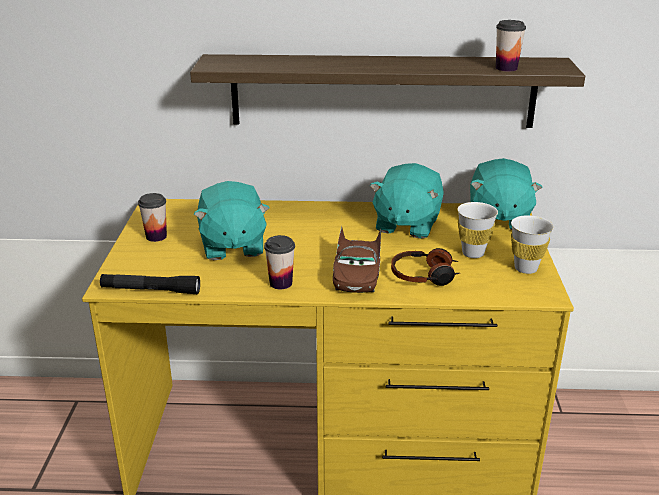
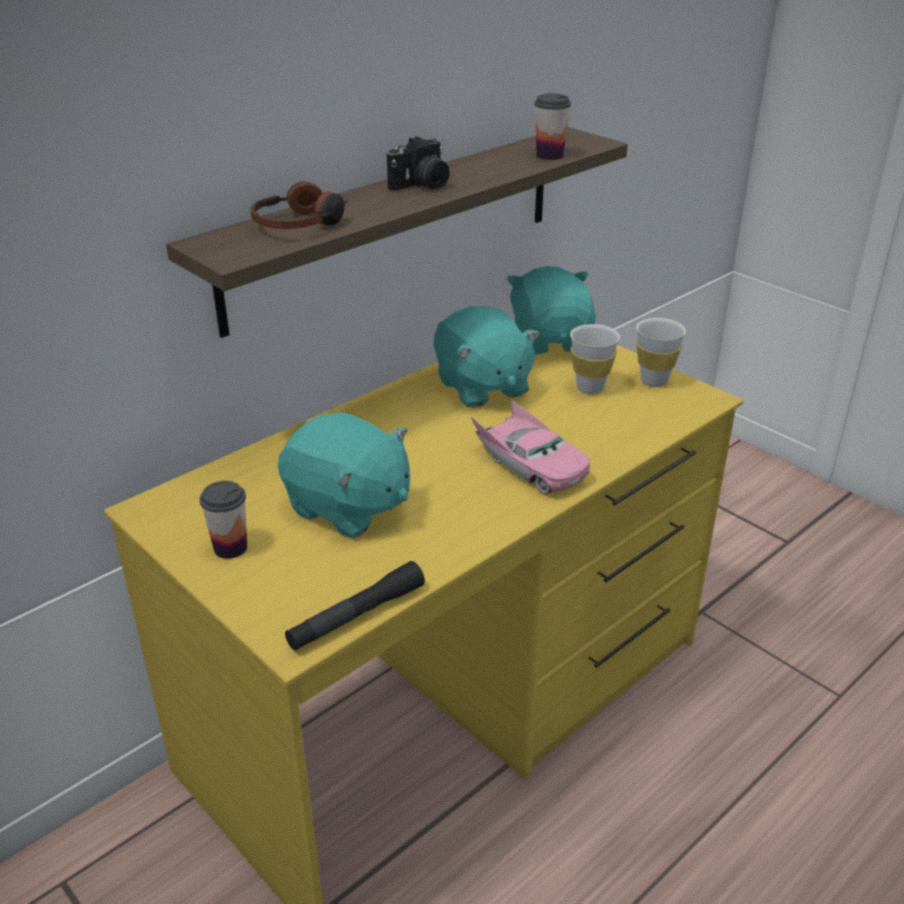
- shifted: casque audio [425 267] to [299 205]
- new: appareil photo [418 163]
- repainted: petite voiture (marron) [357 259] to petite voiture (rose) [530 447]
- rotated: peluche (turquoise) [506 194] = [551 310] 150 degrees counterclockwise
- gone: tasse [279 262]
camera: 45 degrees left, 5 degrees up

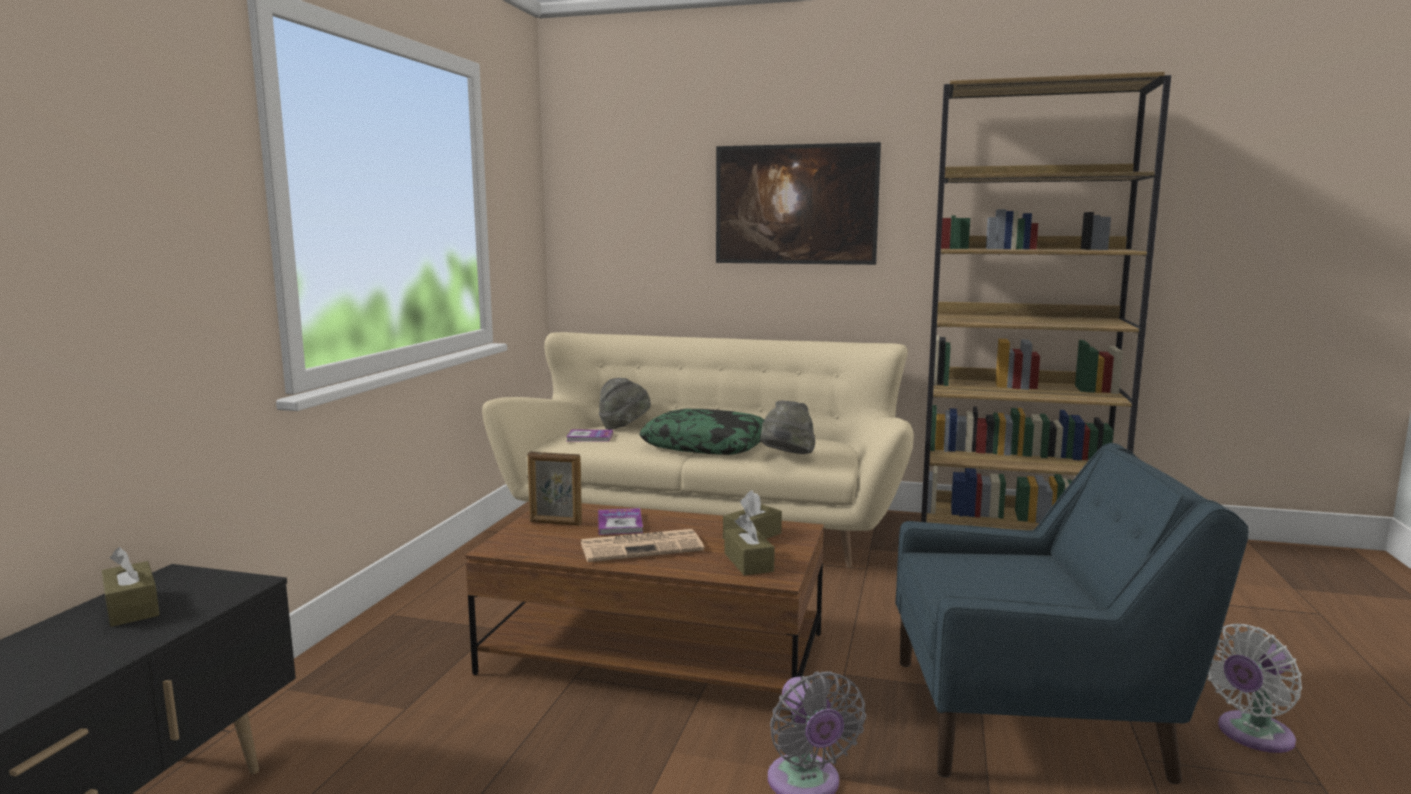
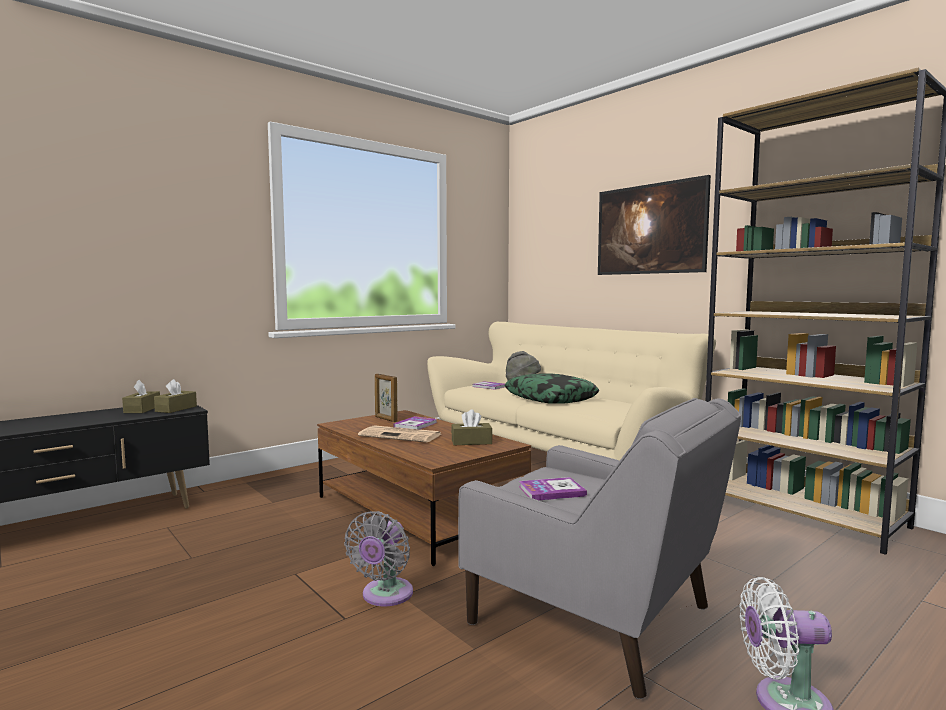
- shifted: boîte à mouchoirs (marron) [749 545] to [175 396]
- repainted: fauteuil (bleu) [1072 613] to fauteuil (gris) [599 548]
- new: livre [553 488]
- gone: chapeau (gris) [787 427]
camera: 35 degrees right, 5 degrees down

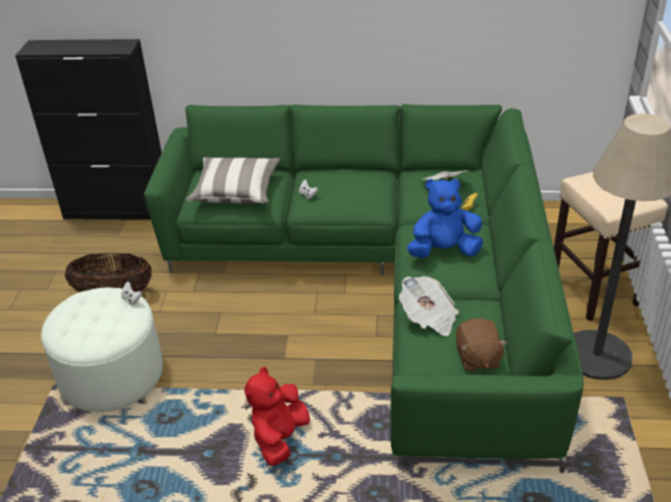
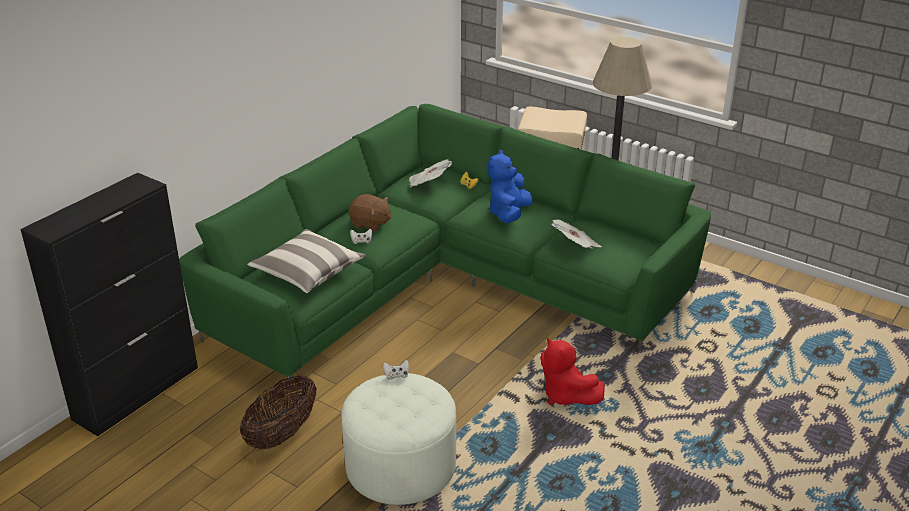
- shifted: peluche (marron) [481 344] to [370 213]
camera: 60 degrees left, 5 degrees down

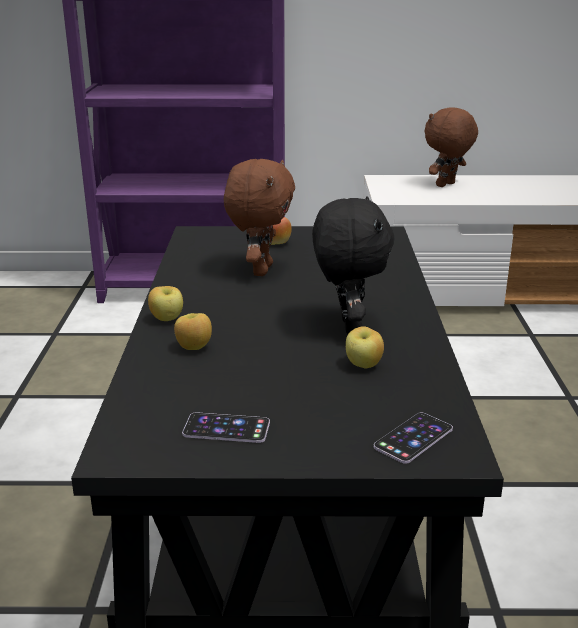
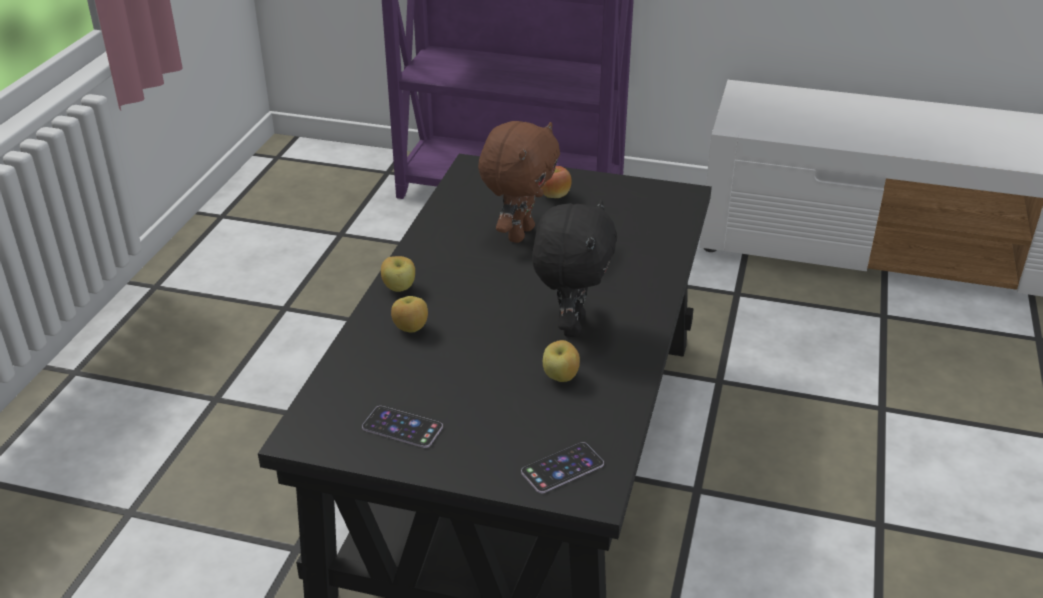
- gone: peluche (marron) [451 147]
camera: 15 degrees right, 10 degrees up

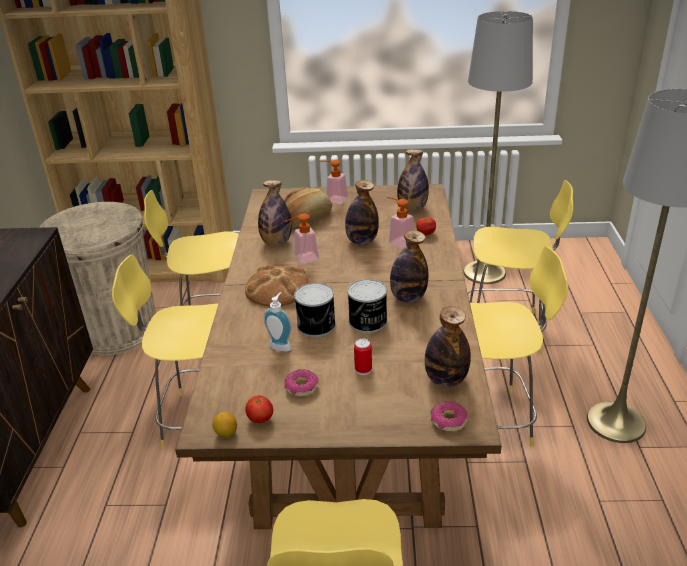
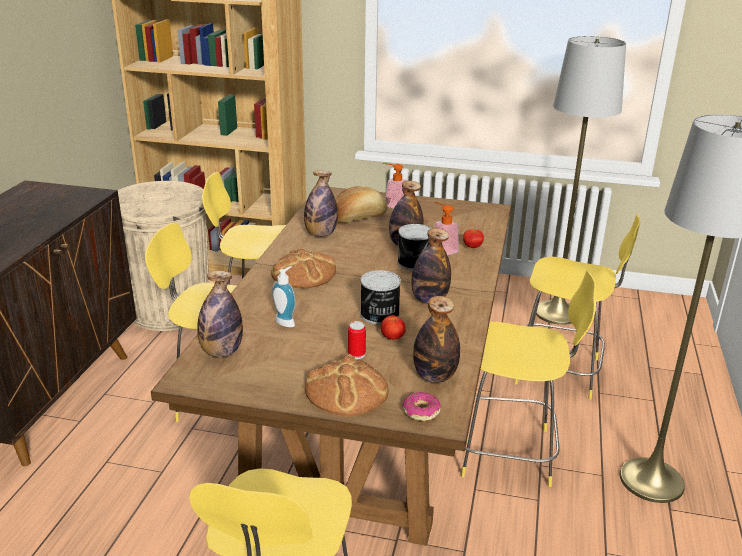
- shifted: bouteille [413 180] to [220 314]
- new: pain [347 385]
- shifted: tomate [259 409] to [393 327]
- shifted: boîte métallique [315 310] to [414 247]
- gone: citron [225 424]
- gone: distributeur de savon [301 238]
- gone: beignet [302 382]
camera: 10 degrees right, 5 degrees down

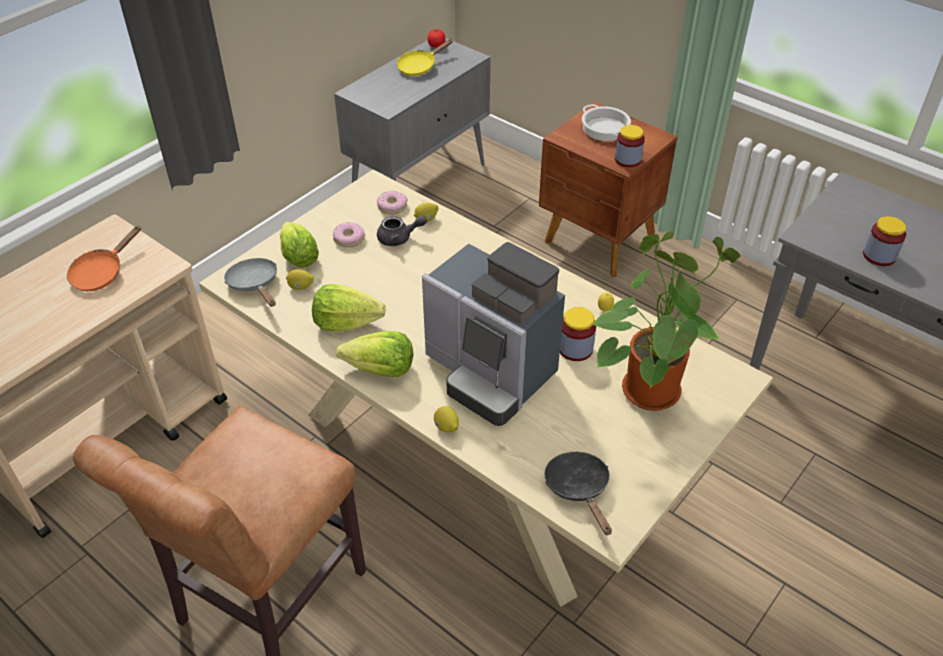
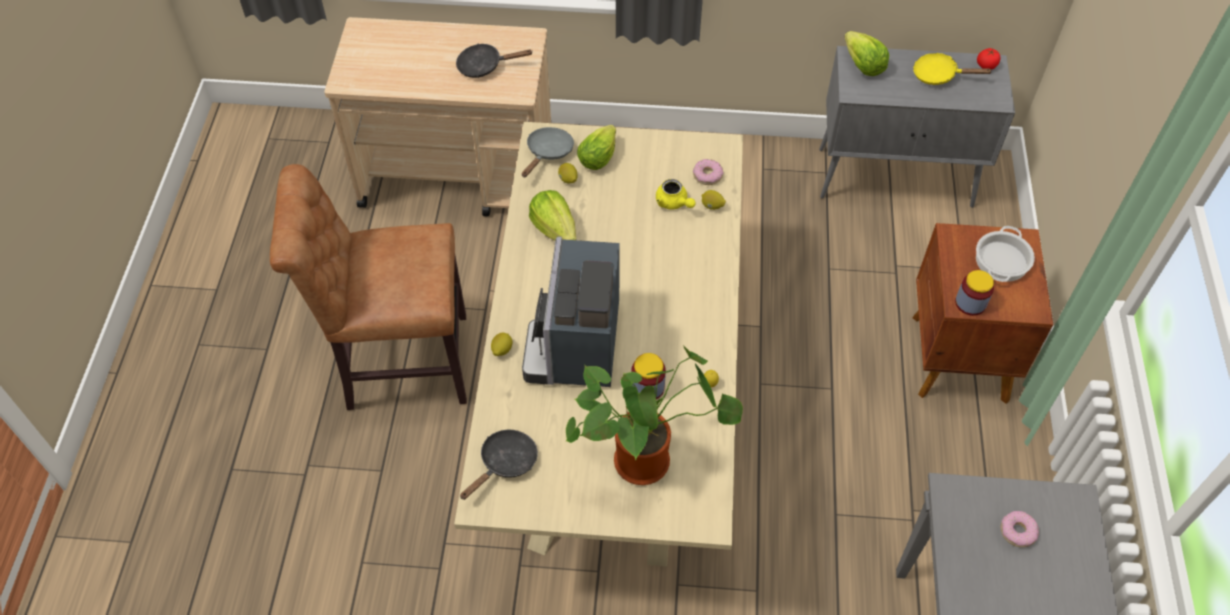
- repainted: poêle (orange) [104 258] to poêle (noir) [494 61]
- repainted: théière (gris) [402 230] to théière (jaune) [676 194]
- shifted: laitue [375 354] to [867 53]
- shifted: beignet [349 234] to [1020 529]
- gone: bocal [884 241]
camera: 55 degrees right, 10 degrees up

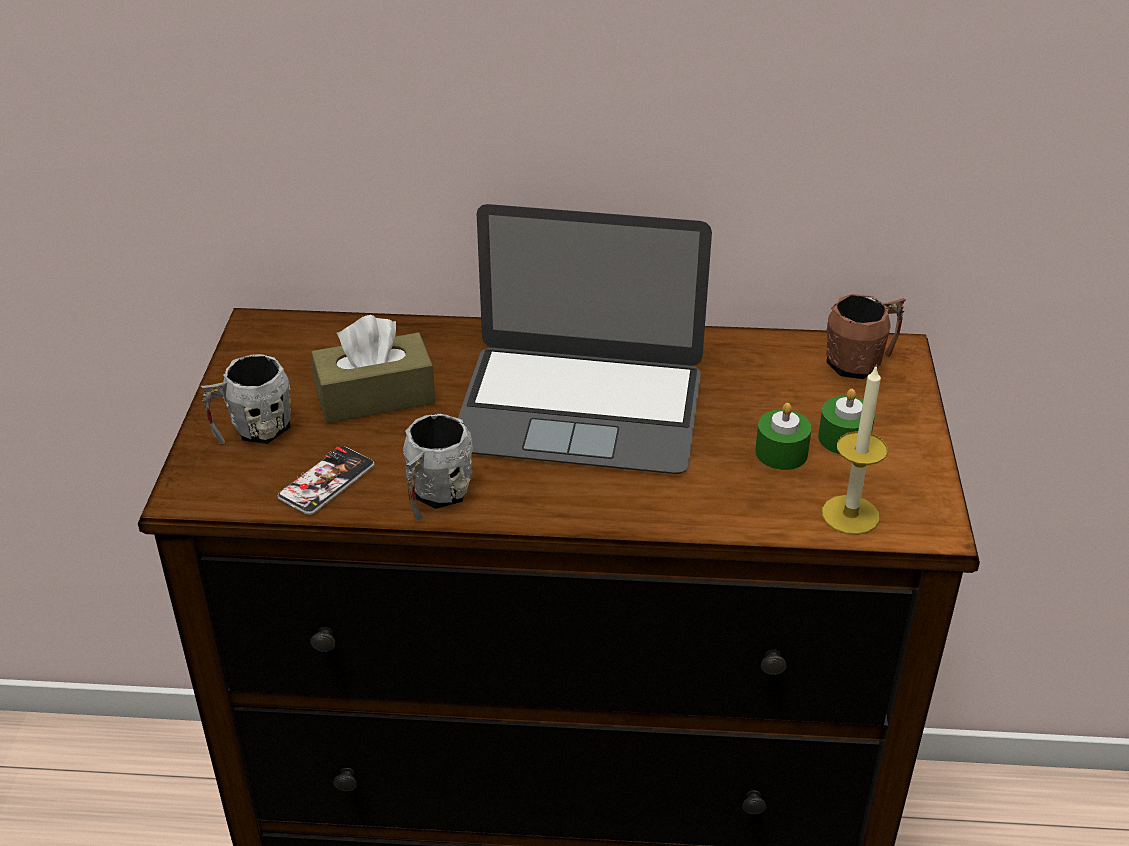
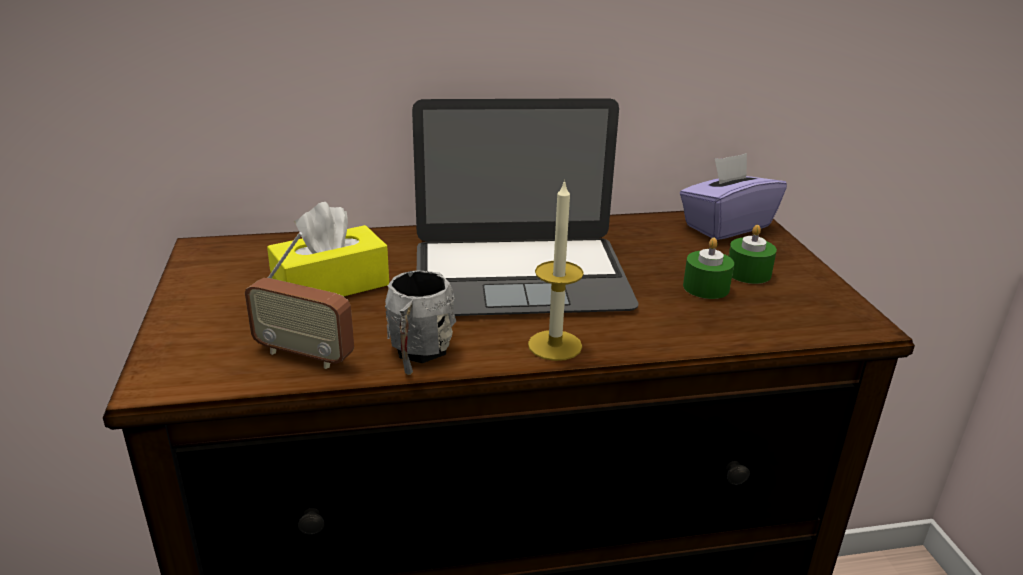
- swapped: téléphone [326 480] to radio [299 300]
- repainted: boîte à mouchoirs (marron) [373 369] to boîte à mouchoirs (jaune) [328 249]
- shifted: bougie [855 451] to [556 270]
- swapped: mug (marron) [866 336] to boîte à mouchoirs (violet) [733 196]
- gone: mug (gris) [246 399]
camera: 15 degrees left, 10 degrees down

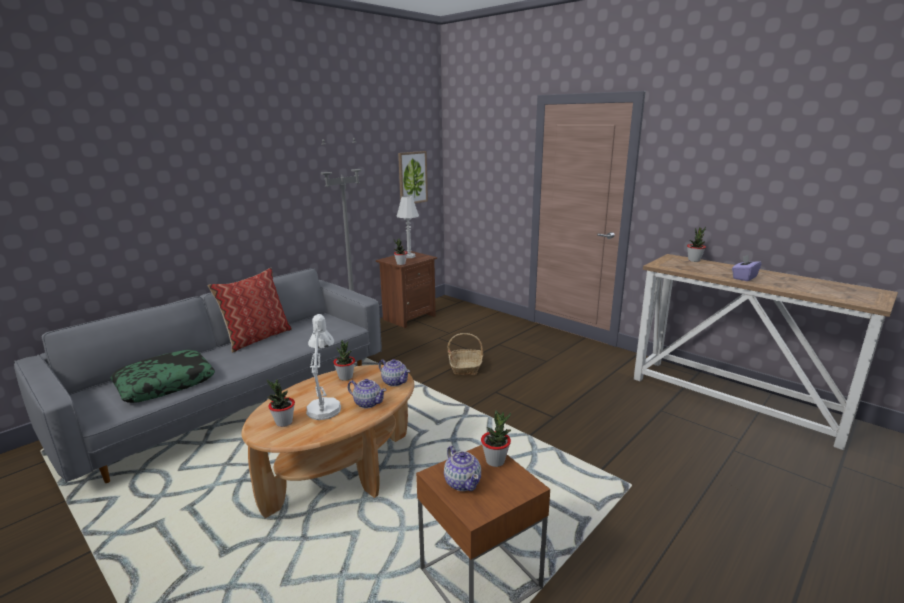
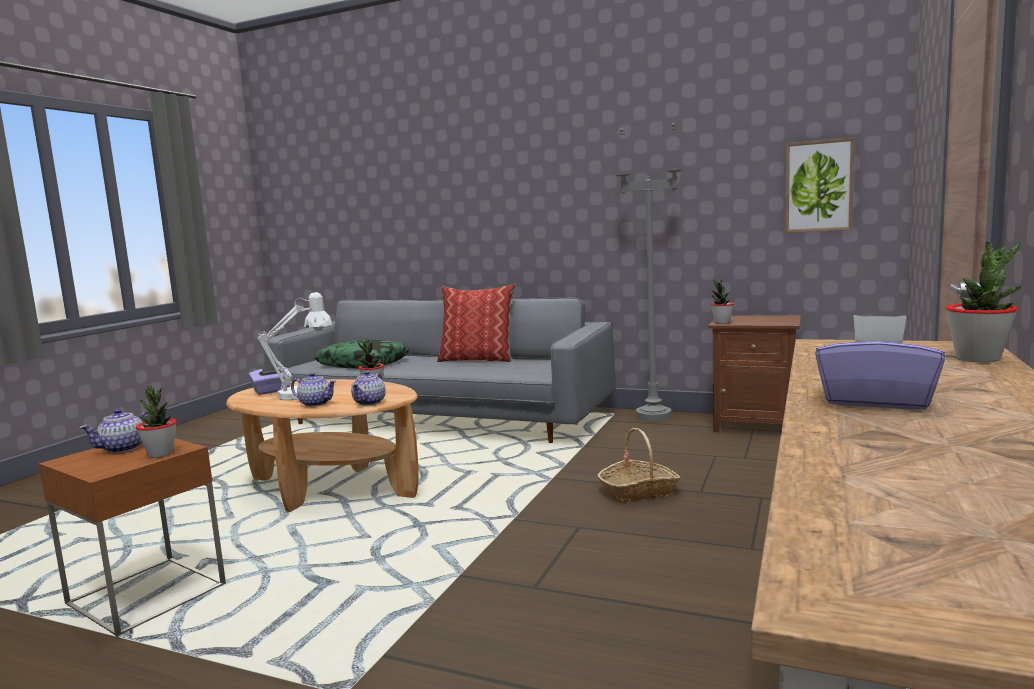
- swapped: plante en pot [281 403] to boîte à mouchoirs (violet) [270 379]
- rotated: théière [367 393] = [313 390] 75 degrees counterclockwise
- gone: lampe de table (blanc) [408 227]
camera: 70 degrees right, 10 degrees down

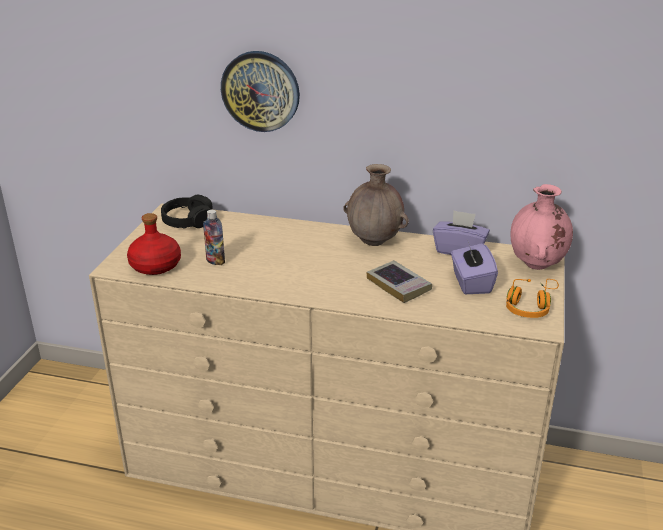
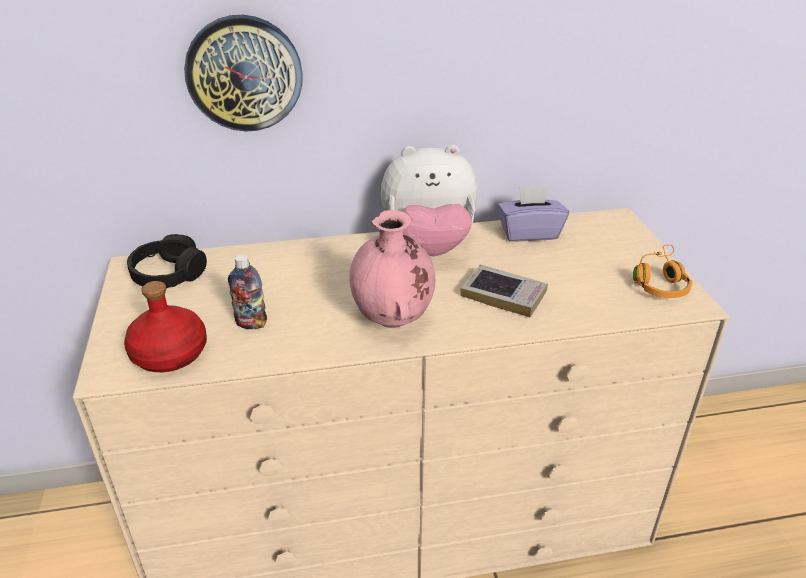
- shifted: vase (rose) [542 227] to [392 269]
- swapped: vase (marron) [376 205] to peluche [429 200]
- gone: boîte à mouchoirs (violet) [474 268]
camera: 25 degrees left, 5 degrees up

